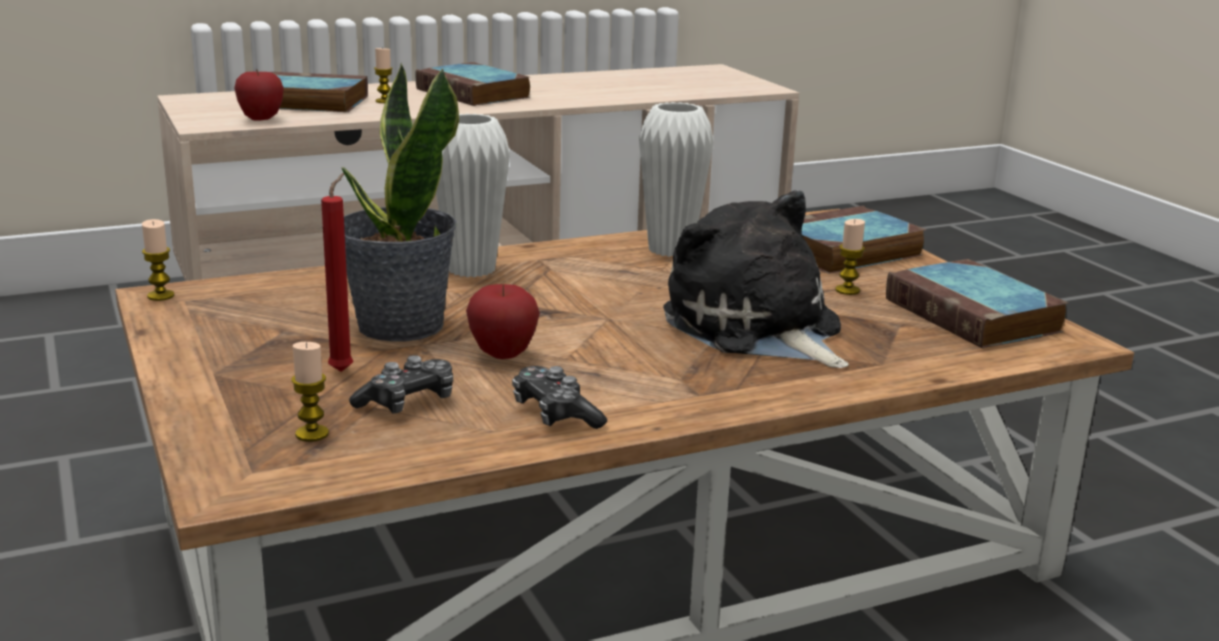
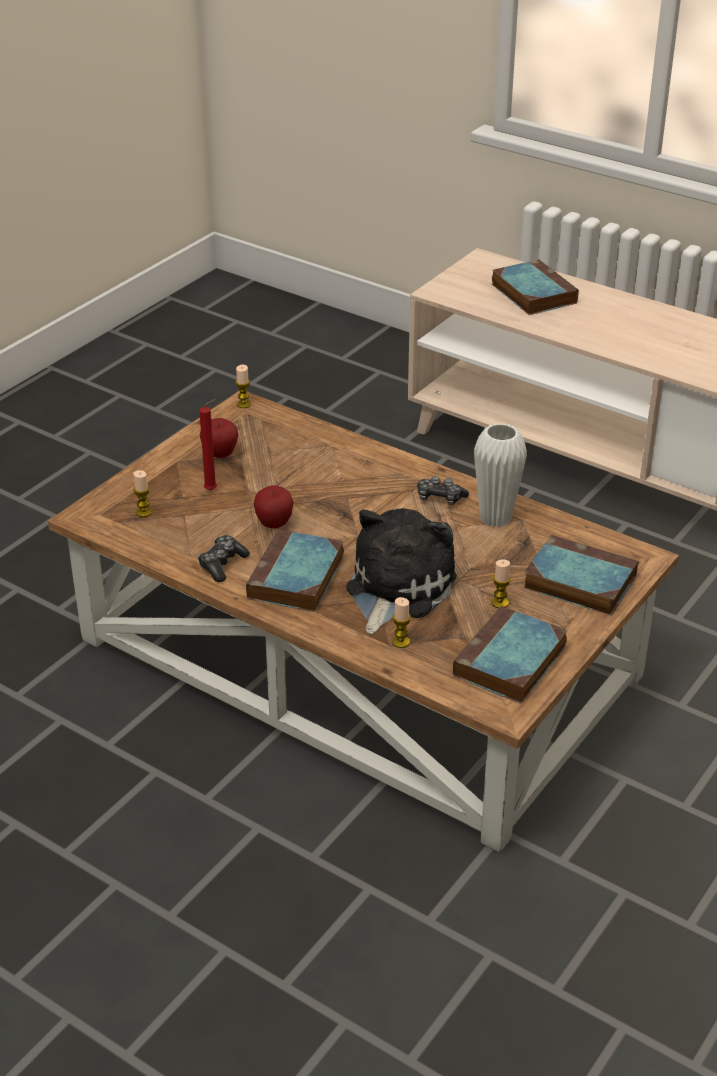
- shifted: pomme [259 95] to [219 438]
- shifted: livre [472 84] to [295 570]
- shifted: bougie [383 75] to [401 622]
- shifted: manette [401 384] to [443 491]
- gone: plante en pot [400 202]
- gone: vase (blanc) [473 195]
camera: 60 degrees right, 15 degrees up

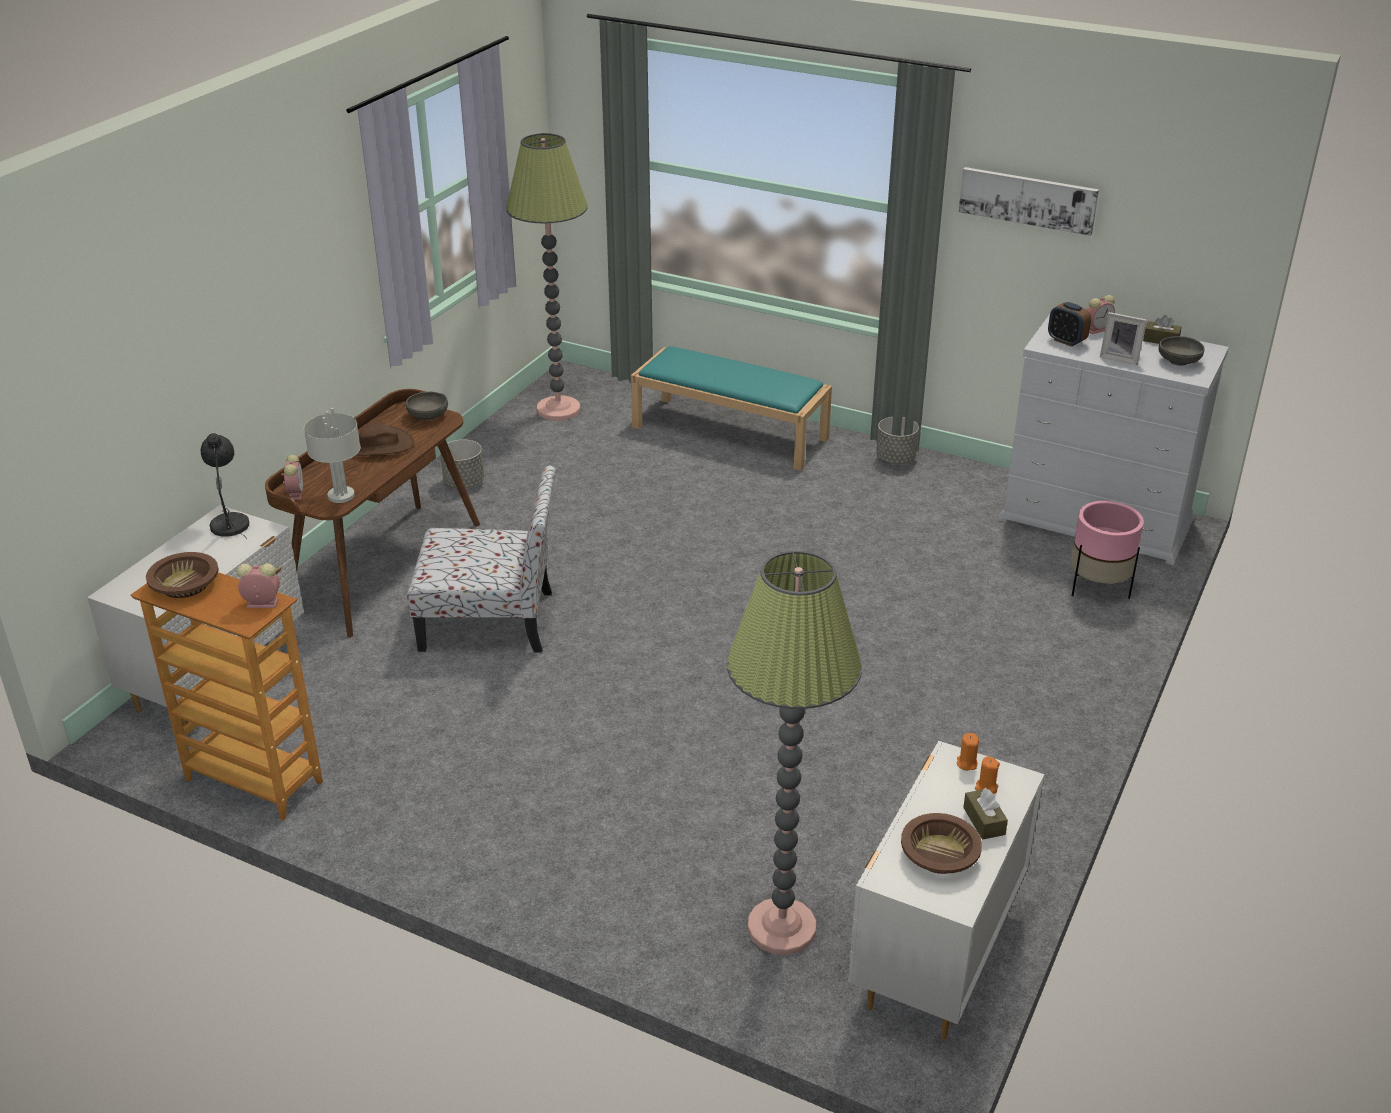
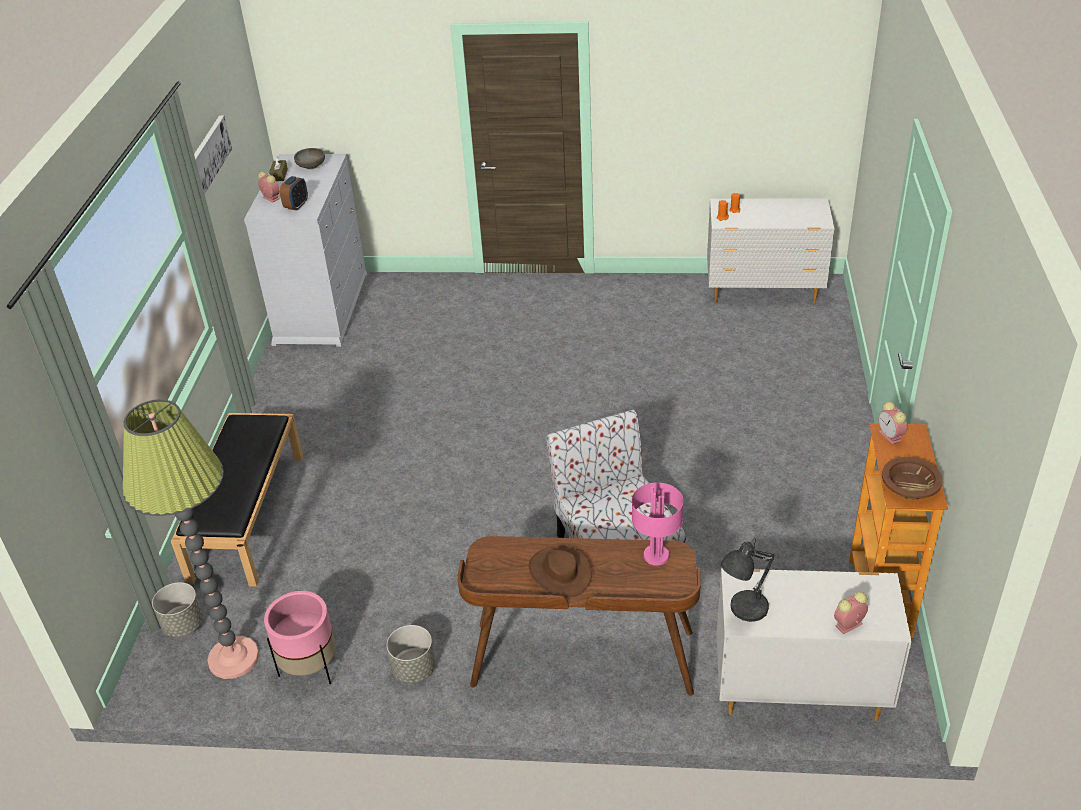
- shifted: cache-pot (gris) [897 440] to [177 609]
- repainted: banc (turquoise) [731 408] to banc (noir) [237 500]
- shifted: cache-pot (rose) [1107 550] to [300 638]
- repainted: lampe de table (gris) [332 455] to lampe de table (rose) [657 524]
- shifted: réveil [292 477] to [851 613]
- gone: bol (gris) [427 406]
- gone: lampadaire [794 753]
- gone: bol (marron) [941 843]
- gone: boîte à mouchoirs (marron) [985 814]
- gone: cadre photo [1123 338]
camera: 110 degrees left, 5 degrees up

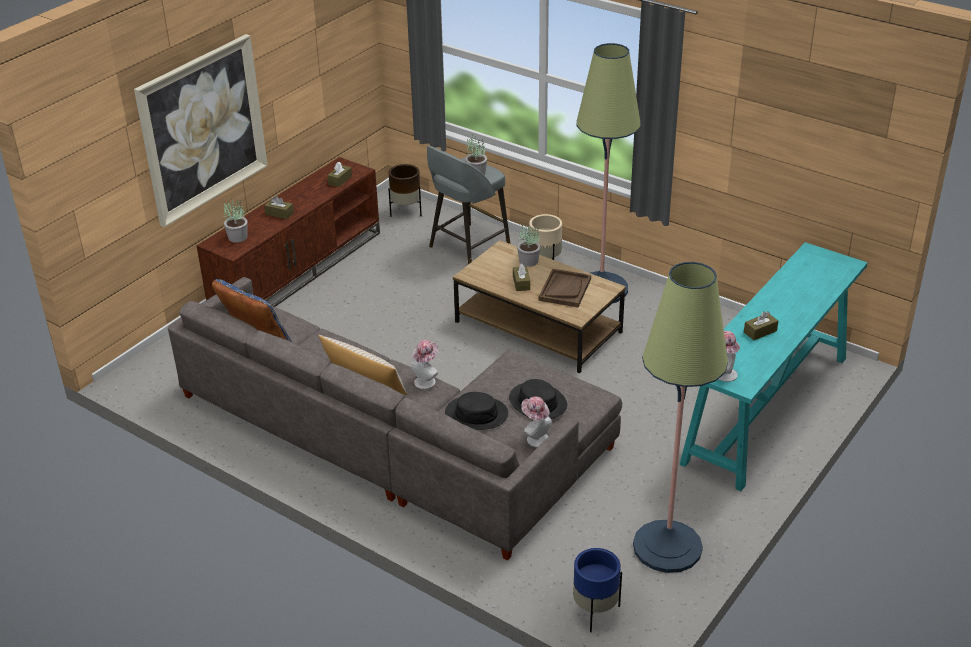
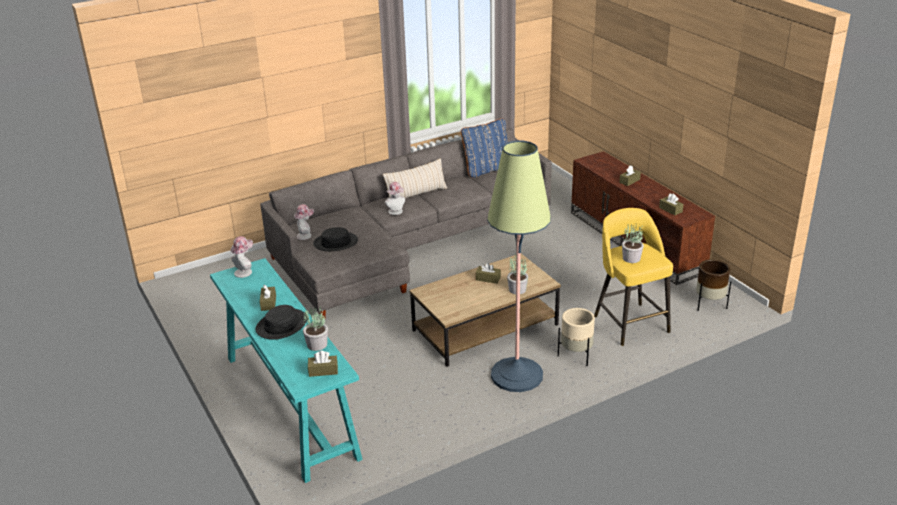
- shifted: chapeau (noir) [476 411] to [281 322]
- shifted: plante en pot [236 221] to [315 328]
- new: boîte à mouchoirs (marron) [323 364]
- repainted: tabouret (gris) [468 205] to tabouret (jaune) [633 277]
- gone: tableau [201 130]
- gone: plateau (marron) [565 288]
- gone: cache-pot (bleu) [597 590]
- gone: lampadaire [680 417]
camera: 115 degrees right, 5 degrees down

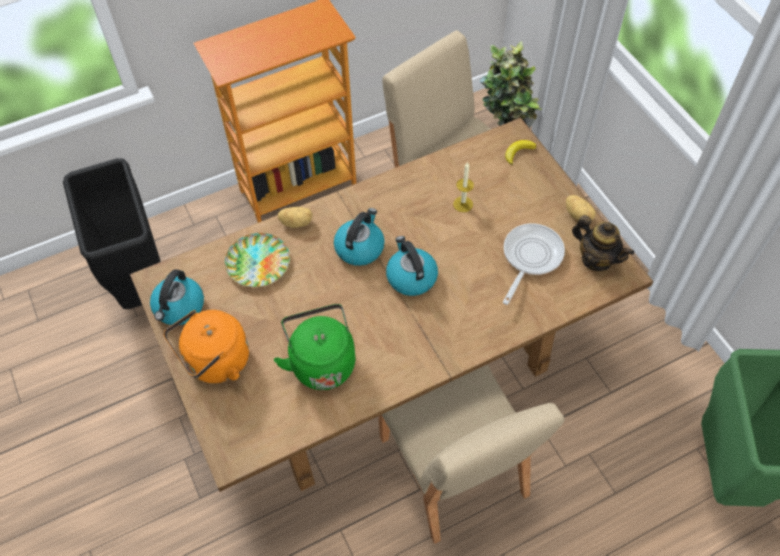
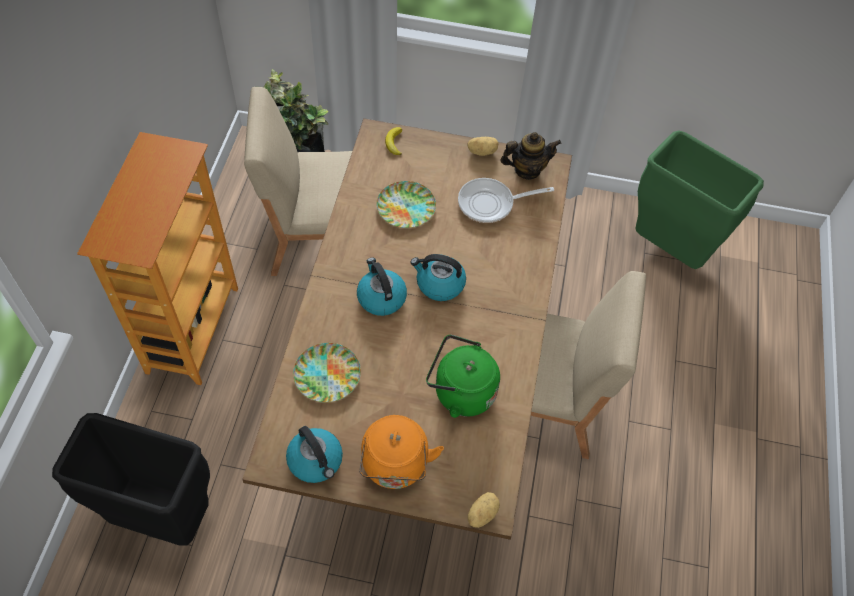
- swapped: bougie [463 187] to assiette [406 204]
- rotated: poêle [534 264] = [506 200] 75 degrees counterclockwise
- shifted: pomme de terre [295 217] to [484 510]
camera: 55 degrees left, 0 degrees up

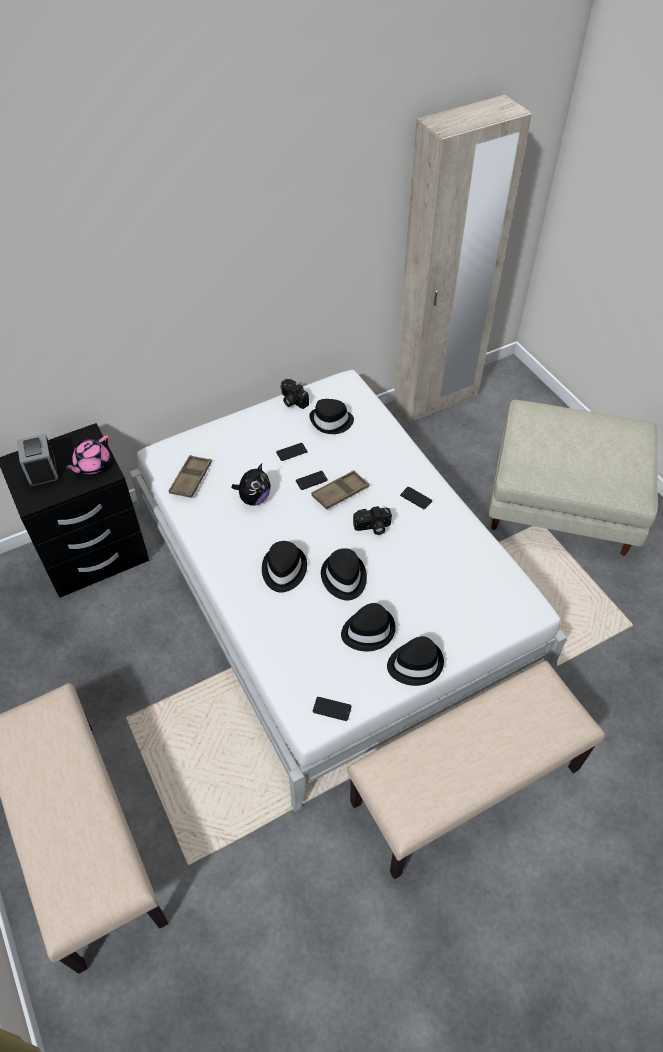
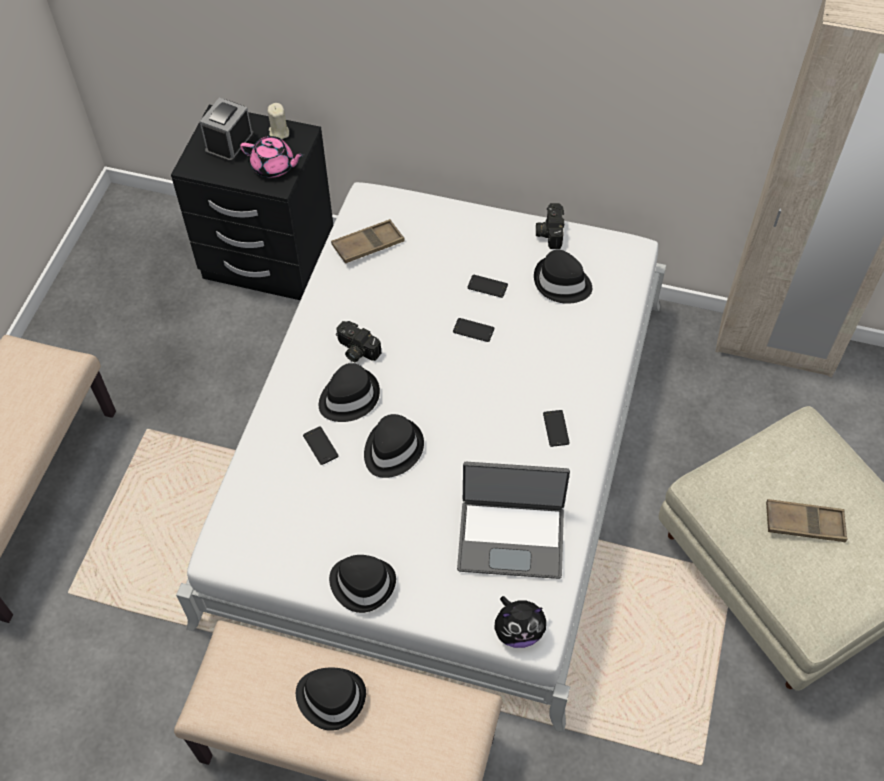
- rotated: théière (rose) [87 454] = [272 157] 150 degrees counterclockwise
- new: bougie (beige) [278 121]
- shifted: chapeau (noir) [368 627] to [331 699]
- shifted: téléphone [332 709] to [320 445]
- shifted: appareil photo [372 520] to [359 341]
- new: ordinateur portable [513 520]
- shifted: peluche [251 485] to [520 622]
- shifted: plateau (marron) [340 490] to [807 520]
camera: 45 degrees right, 5 degrees up

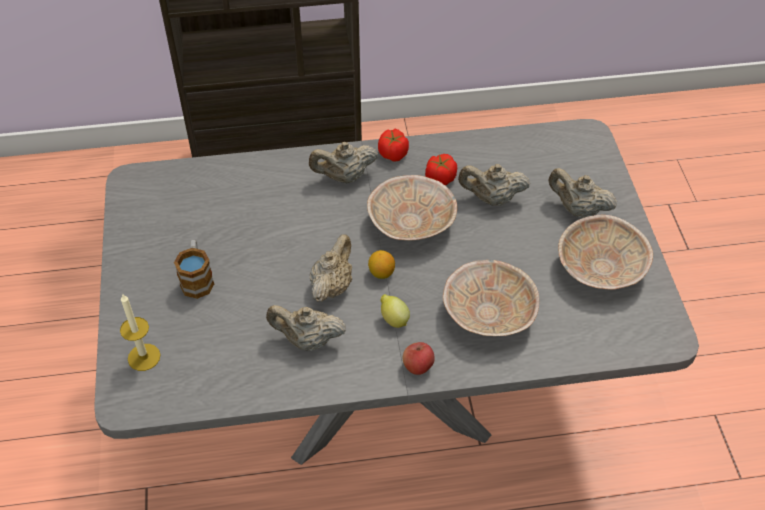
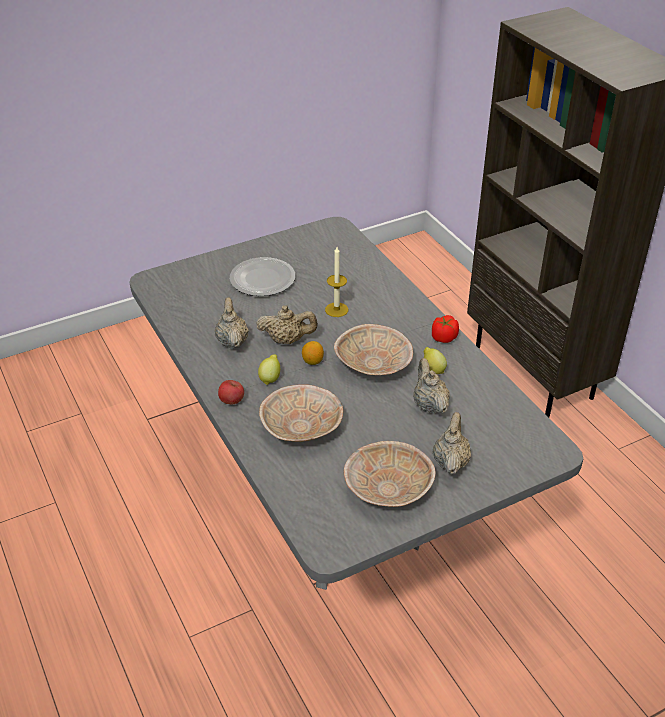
- swapped: mug [194 269] to assiette [262 276]
- shifted: bougie [140 332] to [336 282]
- swapped: tomate [441 169] to citron [435 360]
- gone: théière (beige) [343 162]
camera: 70 degrees right, 10 degrees down

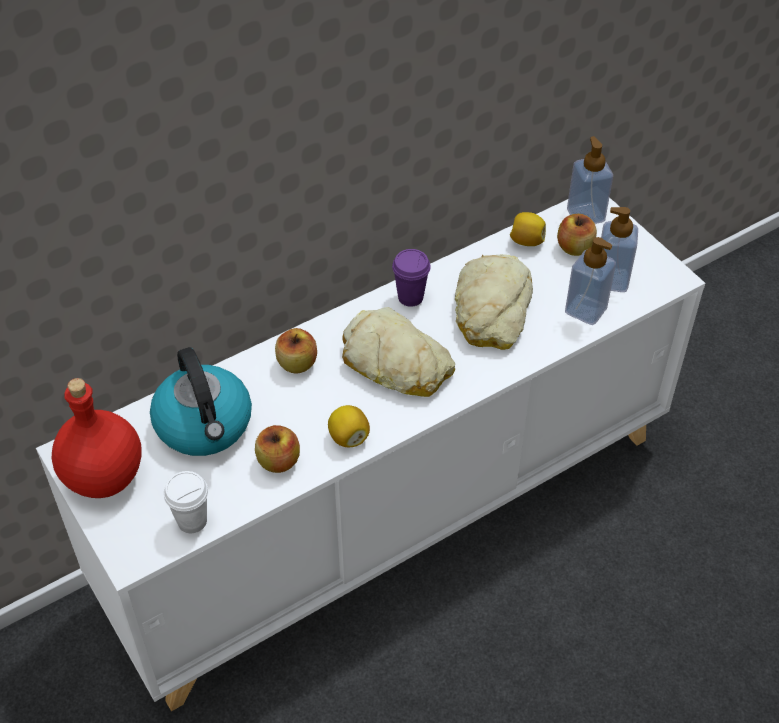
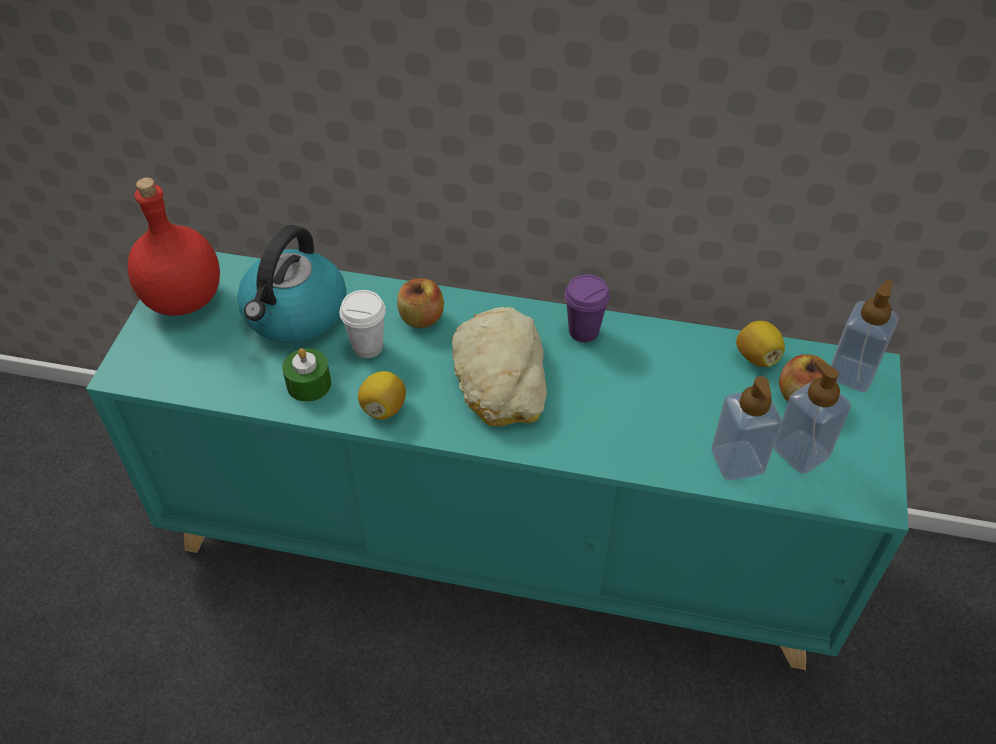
- repainted: meuble de rangement (blanc) [370 454] to meuble de rangement (turquoise) [497 461]
- swapped: pomme [277 449] to bougie (vert) [306 375]
- shifted: tasse (blanc) [186 502] to [363 324]
- gone: pain [494 302]
camera: 45 degrees right, 0 degrees up

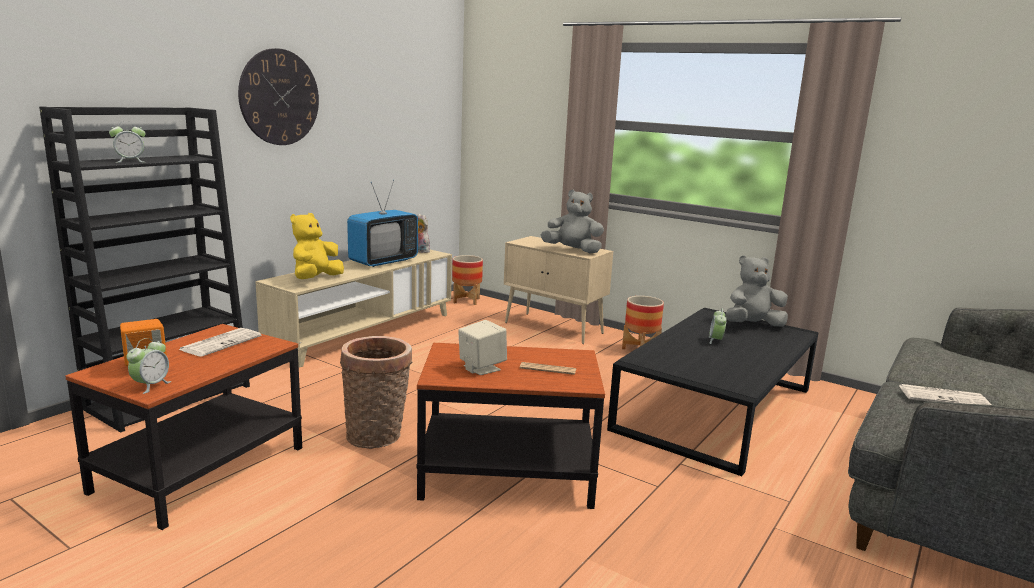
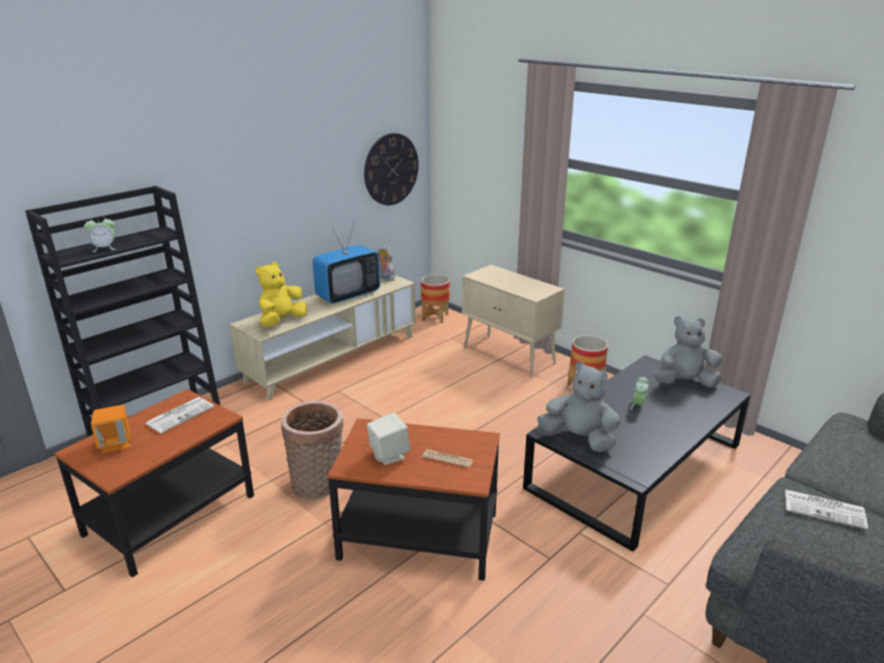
- shifted: horloge murale [278 96] to [391 169]
- shifted: peluche (gris) [572 221] to [579 407]
- gone: réveil [149 366]
camera: 10 degrees right, 10 degrees up

